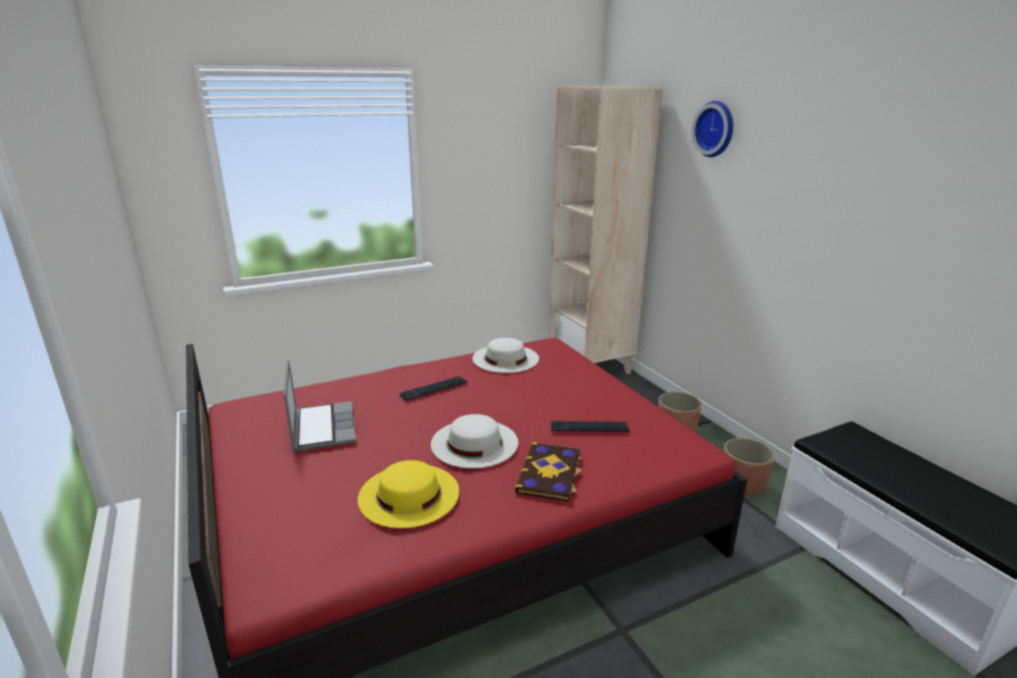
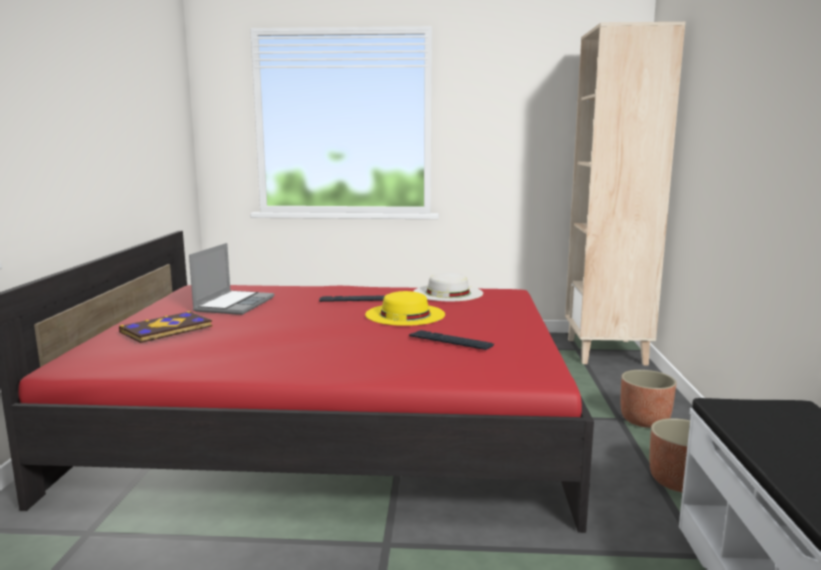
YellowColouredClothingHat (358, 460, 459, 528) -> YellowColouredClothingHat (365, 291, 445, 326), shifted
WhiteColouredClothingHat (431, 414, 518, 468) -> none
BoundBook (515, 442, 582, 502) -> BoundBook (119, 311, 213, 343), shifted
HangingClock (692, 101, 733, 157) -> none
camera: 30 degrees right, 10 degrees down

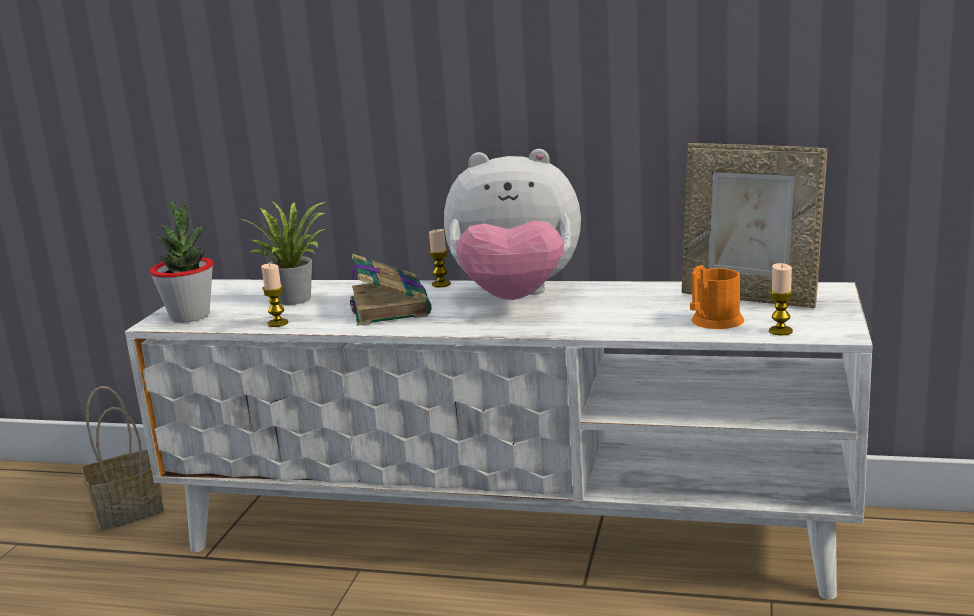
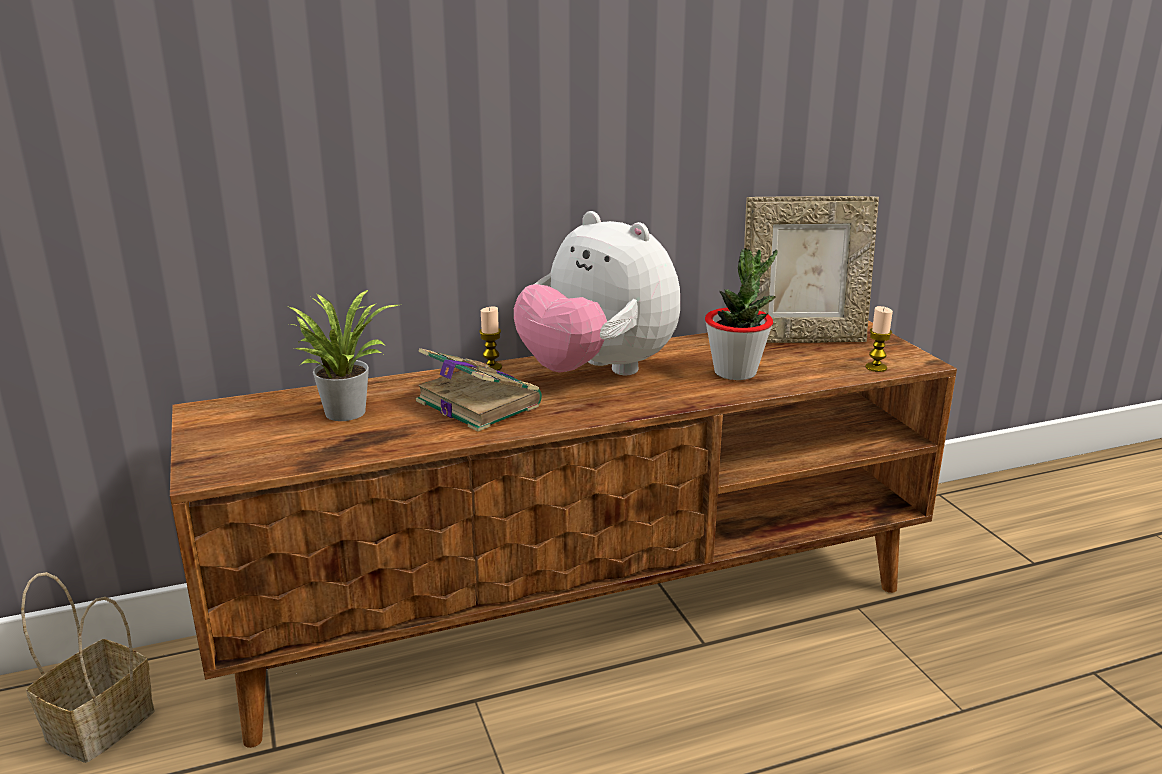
WhiteColouredTvStand (125, 279, 873, 600) -> BrownishTvStand (170, 320, 957, 748)
PlantInAPot (149, 201, 213, 323) -> PlantInAPot (705, 248, 778, 380), shifted
Candle (261, 264, 288, 327) -> none
SoftToy (444, 149, 581, 300) -> SoftToy (514, 211, 680, 375), 75 degrees clockwise
OrangeyCoffeeMug (690, 265, 745, 329) -> none
camera: 35 degrees left, 5 degrees up

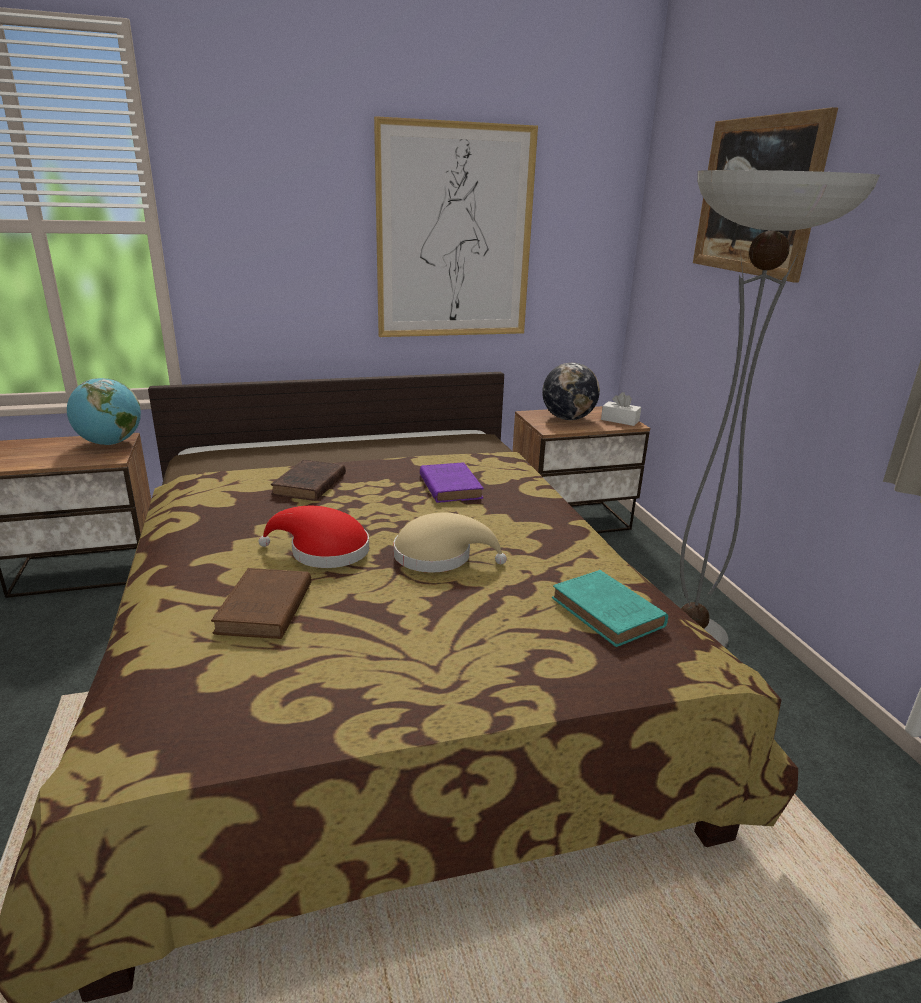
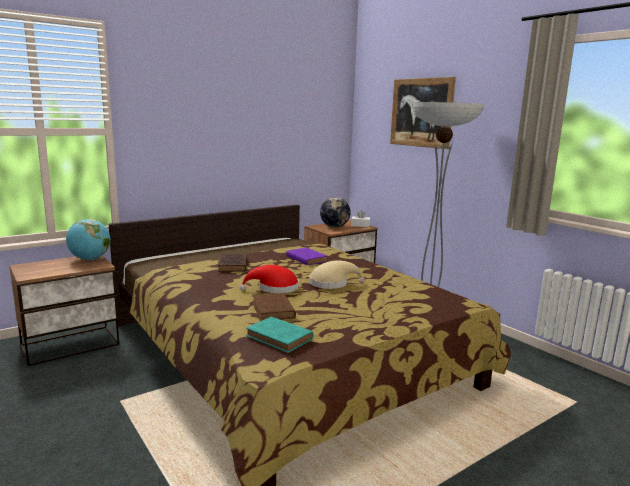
Picture (374, 116, 538, 337) -> none
TurquoiseBoundBook (552, 570, 668, 647) -> TurquoiseBoundBook (246, 316, 313, 353), shifted
camera: 20 degrees left, 10 degrees down

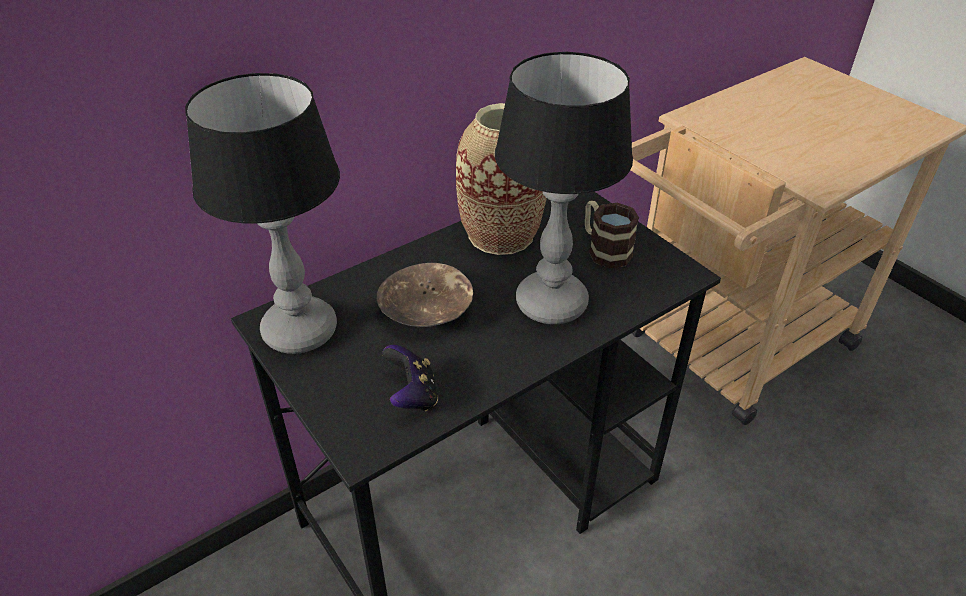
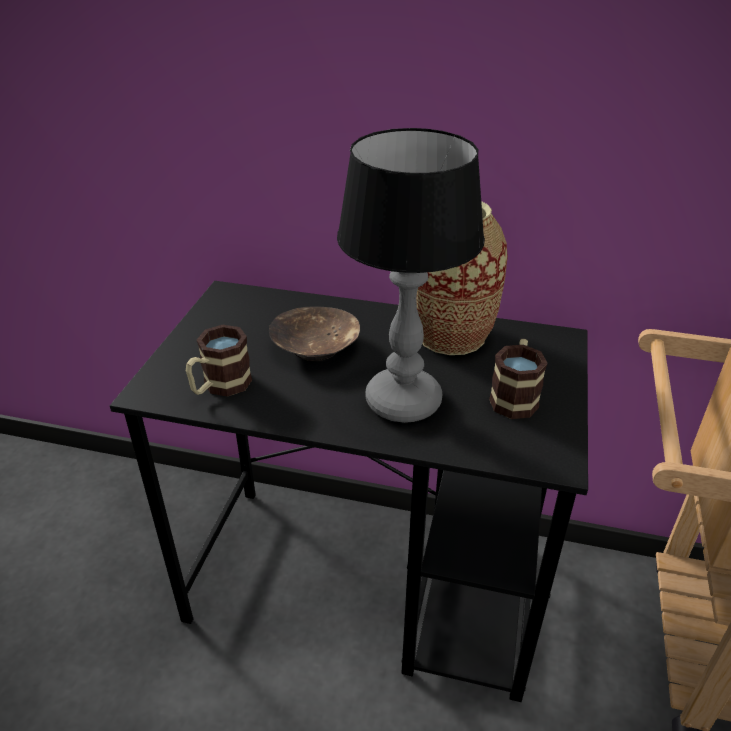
TabletopLamp (185, 73, 340, 354) -> none
Joypad (382, 345, 438, 411) -> CoffeeMug (186, 325, 252, 397)
camera: 50 degrees right, 5 degrees down

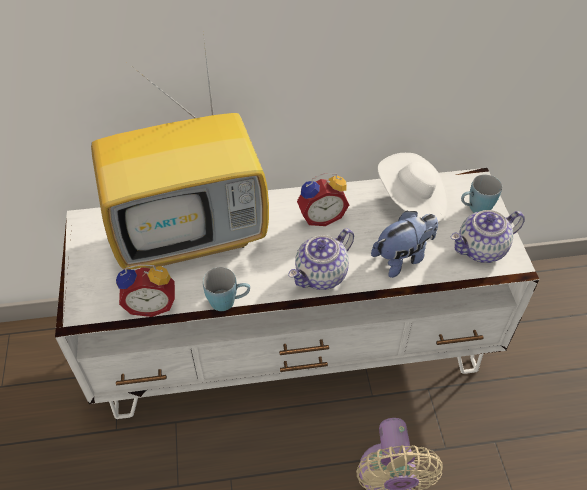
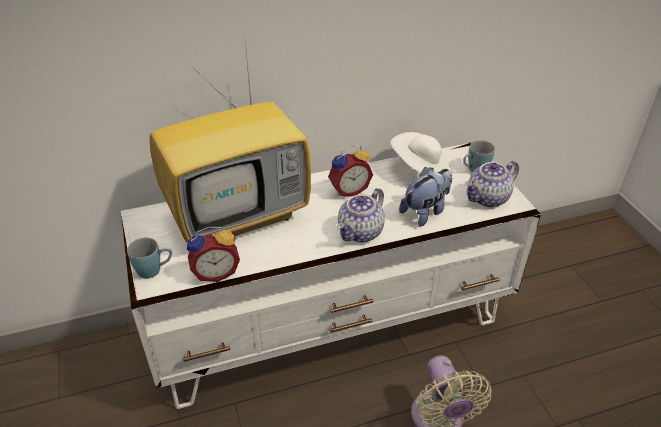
BluishCoffeeMug (203, 267, 250, 311) -> BluishCoffeeMug (127, 238, 172, 279), shifted
camera: 10 degrees left, 10 degrees down

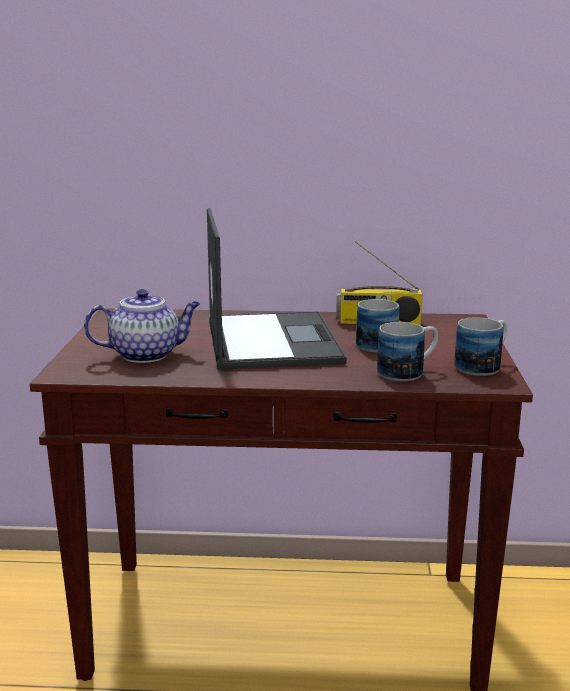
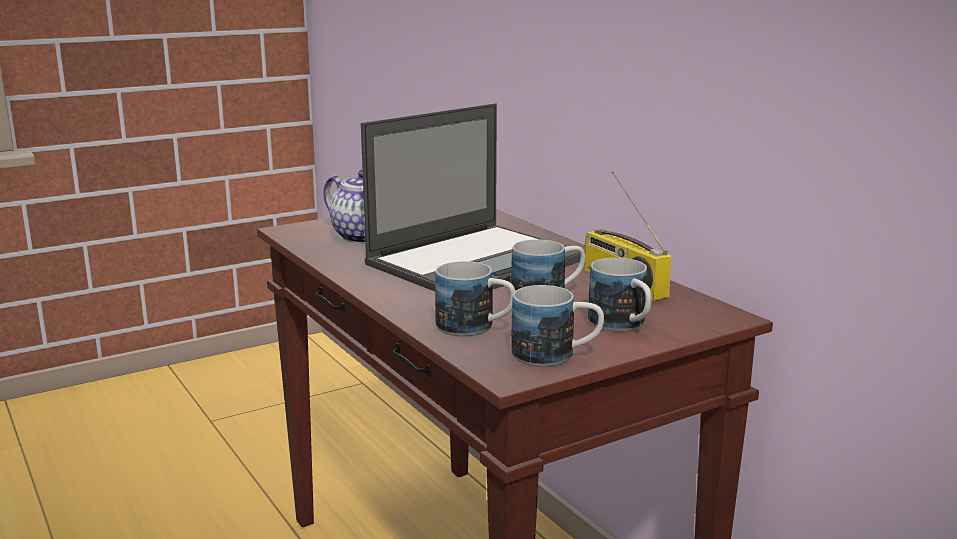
none -> CoffeeMug (588, 258, 652, 332)
camera: 55 degrees right, 0 degrees up

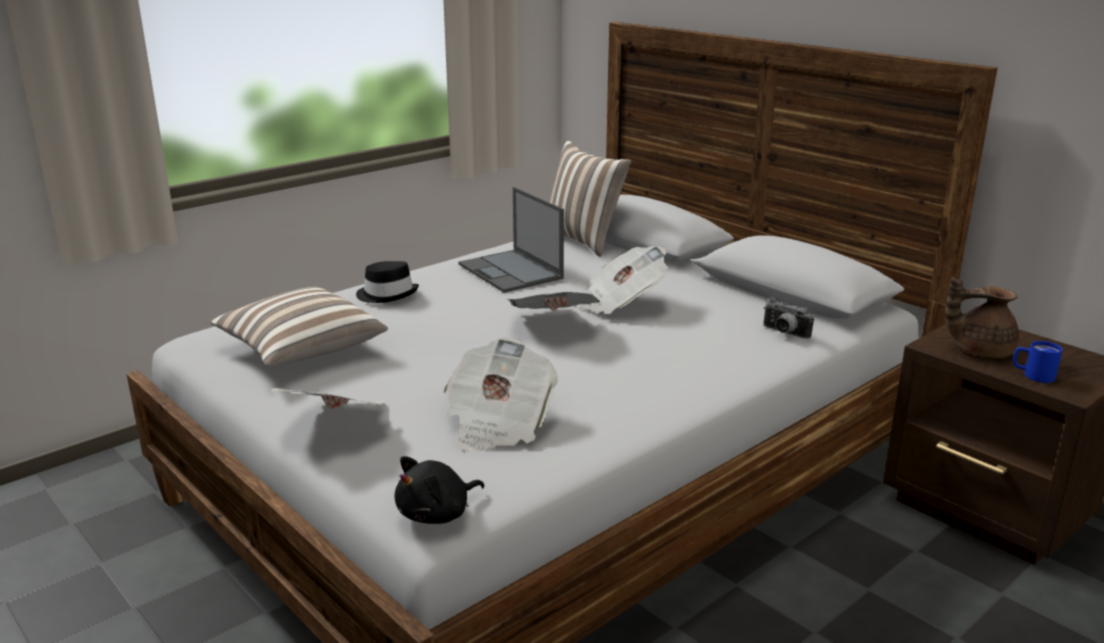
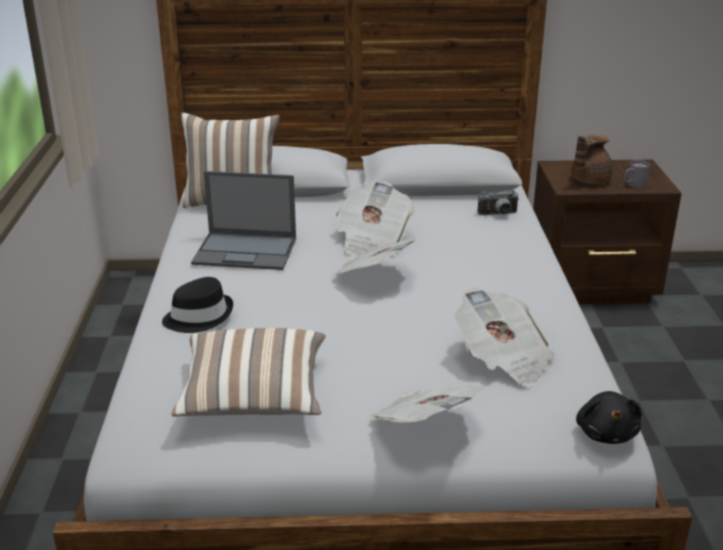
BluishCoffeeMug (1013, 341, 1063, 383) -> GreyishCoffeeMug (624, 160, 650, 188)
camera: 50 degrees left, 5 degrees up

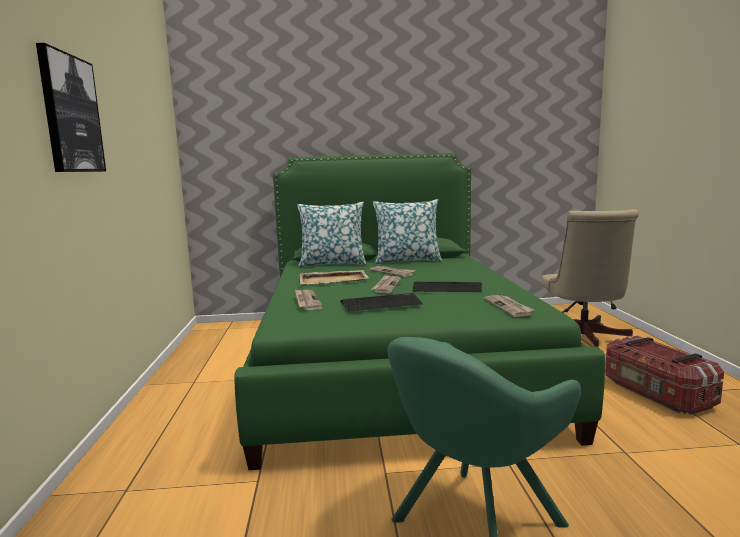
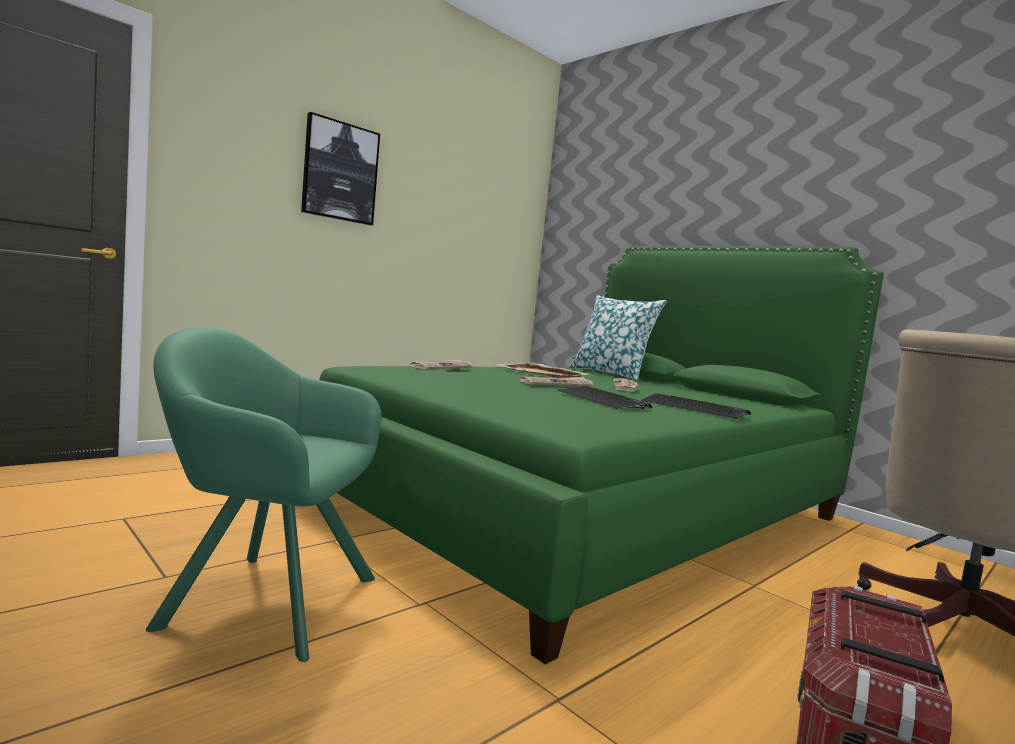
ComputerKeyboard (340, 293, 423, 311) -> ComputerKeyboard (641, 393, 751, 419), shifted
ThrowPillow (373, 199, 442, 264) -> none
Newspaper (484, 295, 535, 317) -> none
camera: 50 degrees right, 5 degrees down

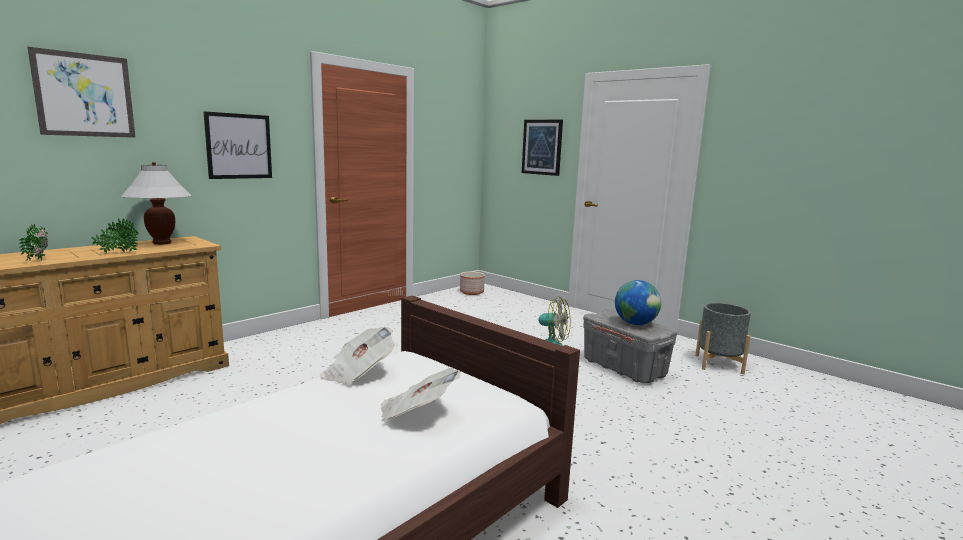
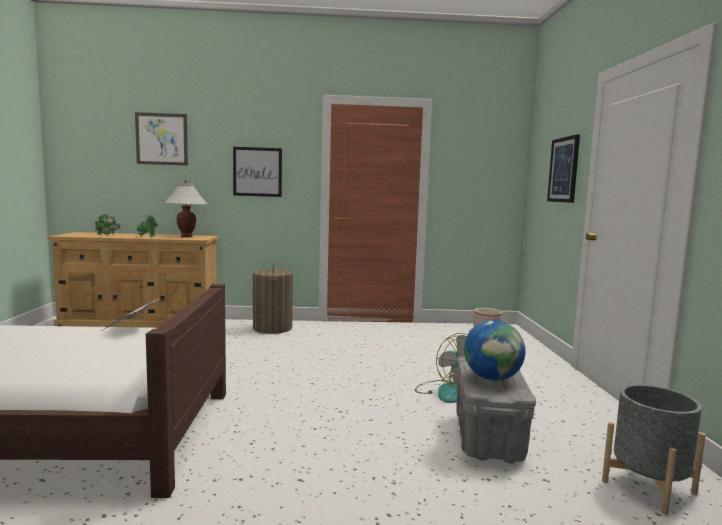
Newspaper (381, 367, 460, 421) -> none
none -> LaundryBasket (253, 263, 293, 334)
camera: 45 degrees right, 5 degrees down

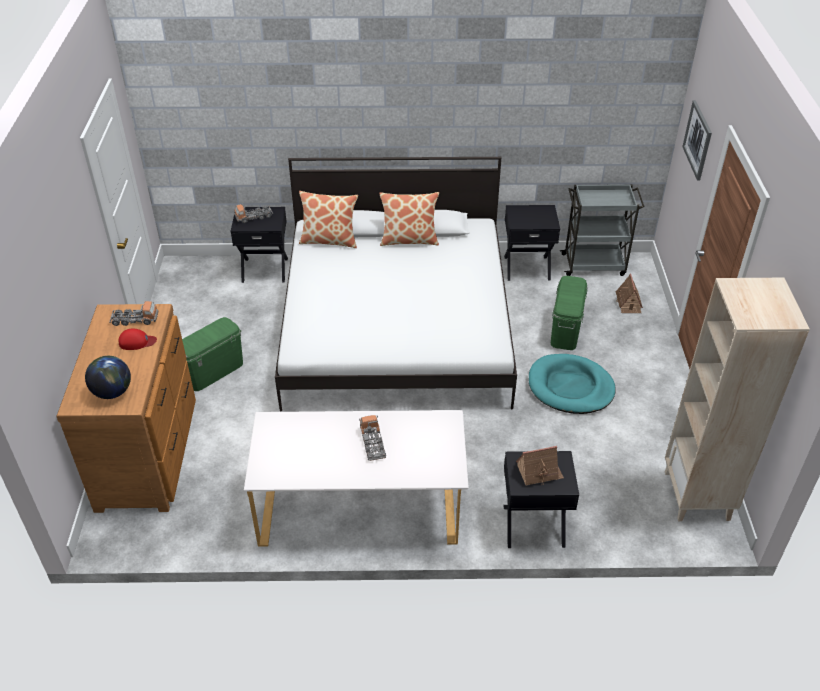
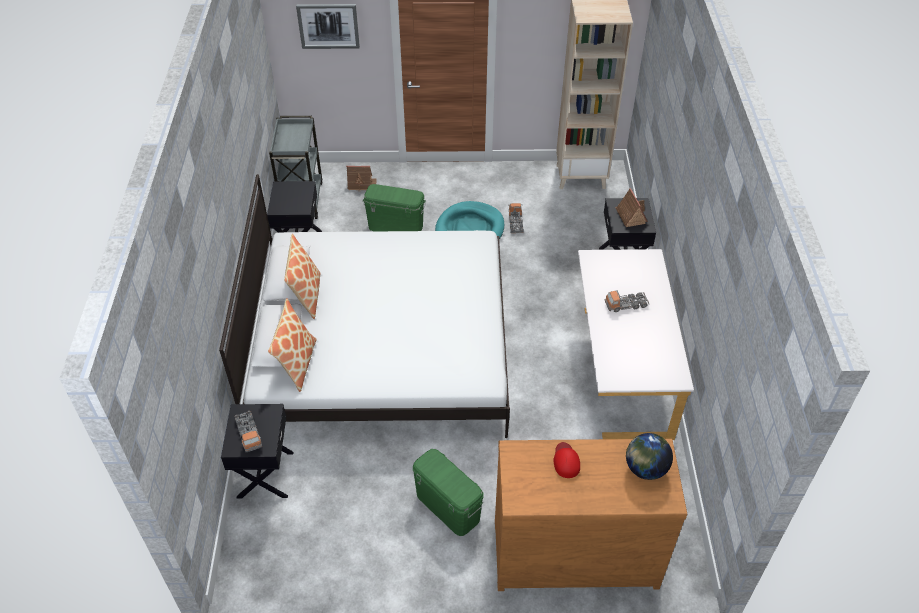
ModelTruck (109, 301, 158, 326) -> ModelTruck (509, 203, 524, 233), shifted
camera: 90 degrees left, 5 degrees up

